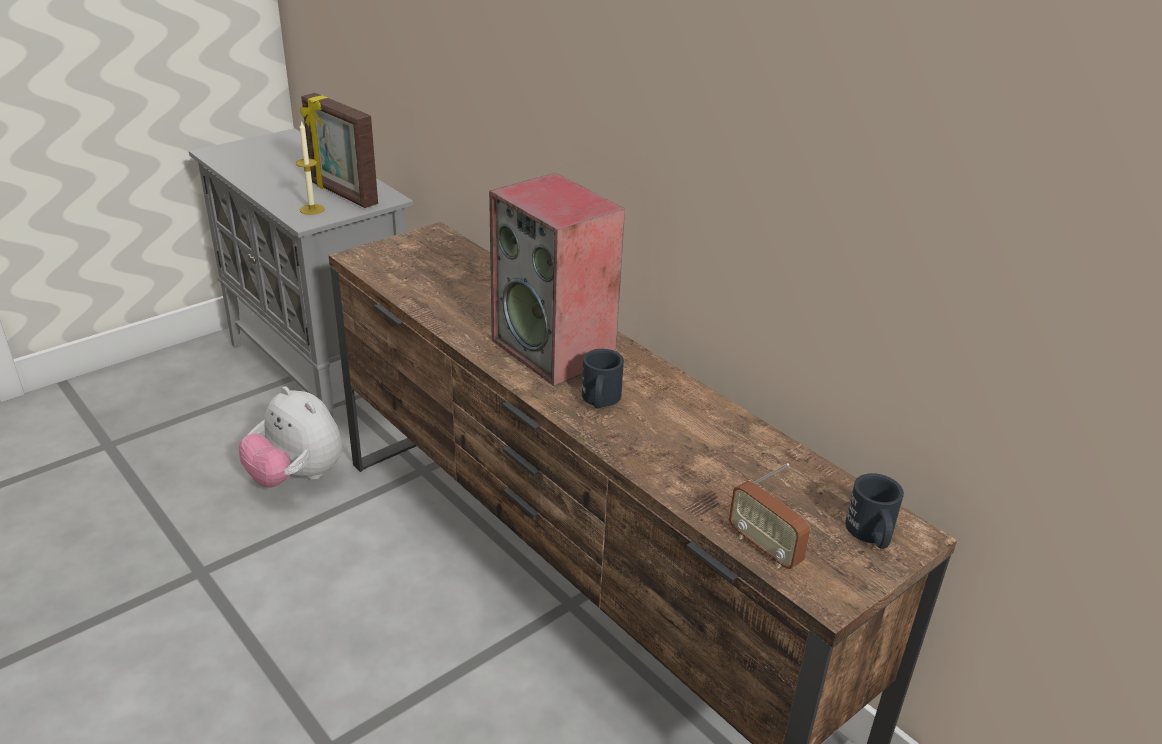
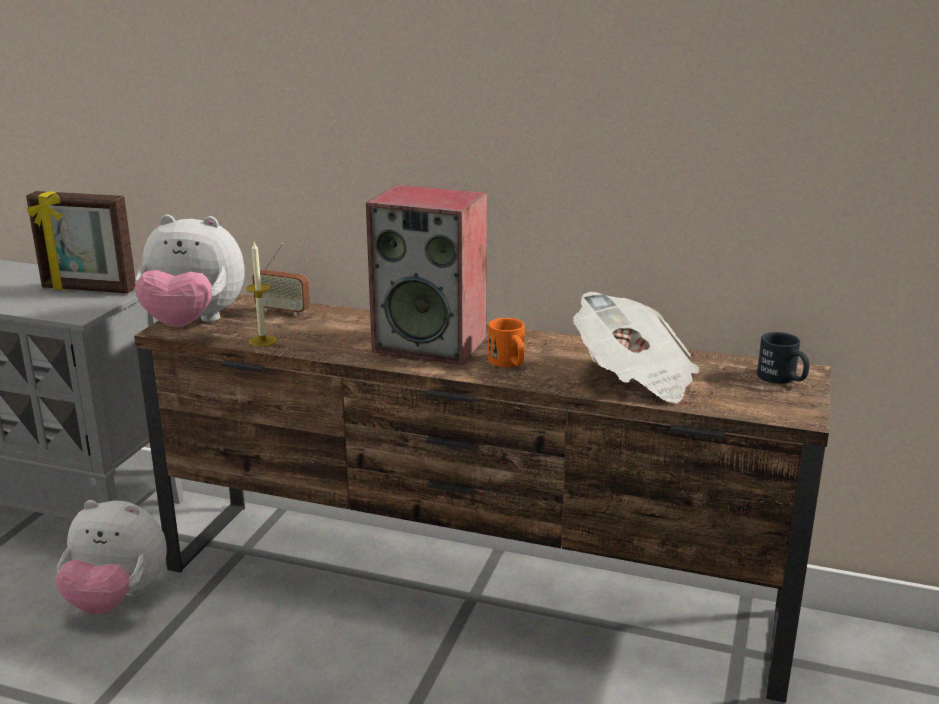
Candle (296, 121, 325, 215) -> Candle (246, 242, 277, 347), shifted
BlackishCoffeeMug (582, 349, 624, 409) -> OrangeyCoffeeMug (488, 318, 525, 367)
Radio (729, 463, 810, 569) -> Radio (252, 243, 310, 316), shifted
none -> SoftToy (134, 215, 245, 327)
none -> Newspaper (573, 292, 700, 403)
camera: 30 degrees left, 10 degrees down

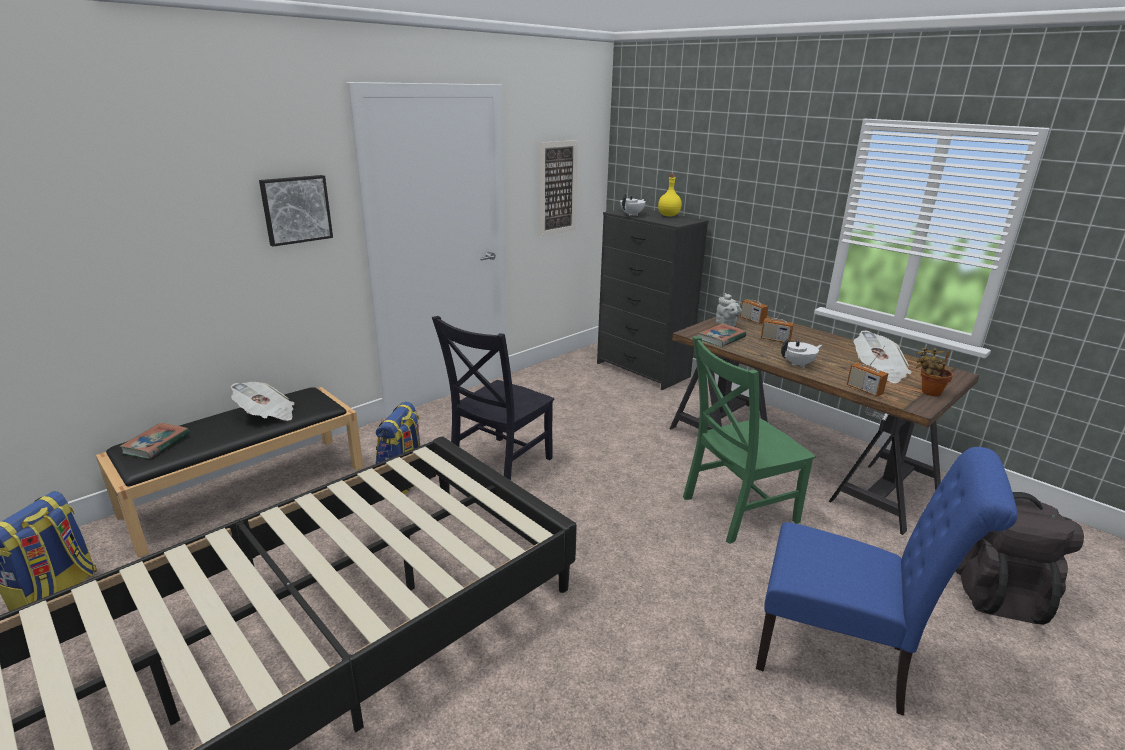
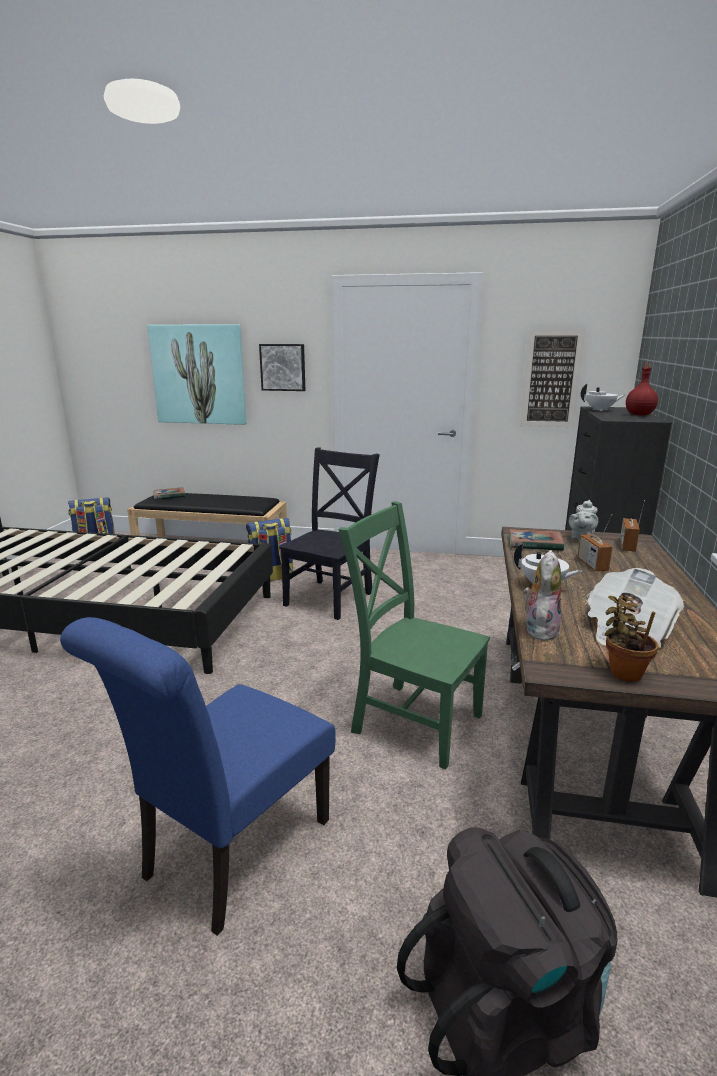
Newspaper (231, 382, 295, 421) -> none
BlackishUprightChair (432, 316, 554, 480) -> BlackishUprightChair (279, 447, 380, 620), 120 degrees clockwise
YellowColouredBottle (658, 174, 682, 216) -> RedBottle (626, 363, 658, 415)
BluishUprightChair (756, 447, 1018, 716) -> BluishUprightChair (60, 617, 336, 936), 45 degrees clockwise
Radio (847, 346, 888, 396) -> SoftToy (524, 550, 561, 641)
none -> Picture (147, 324, 247, 425)
camera: 55 degrees right, 5 degrees down

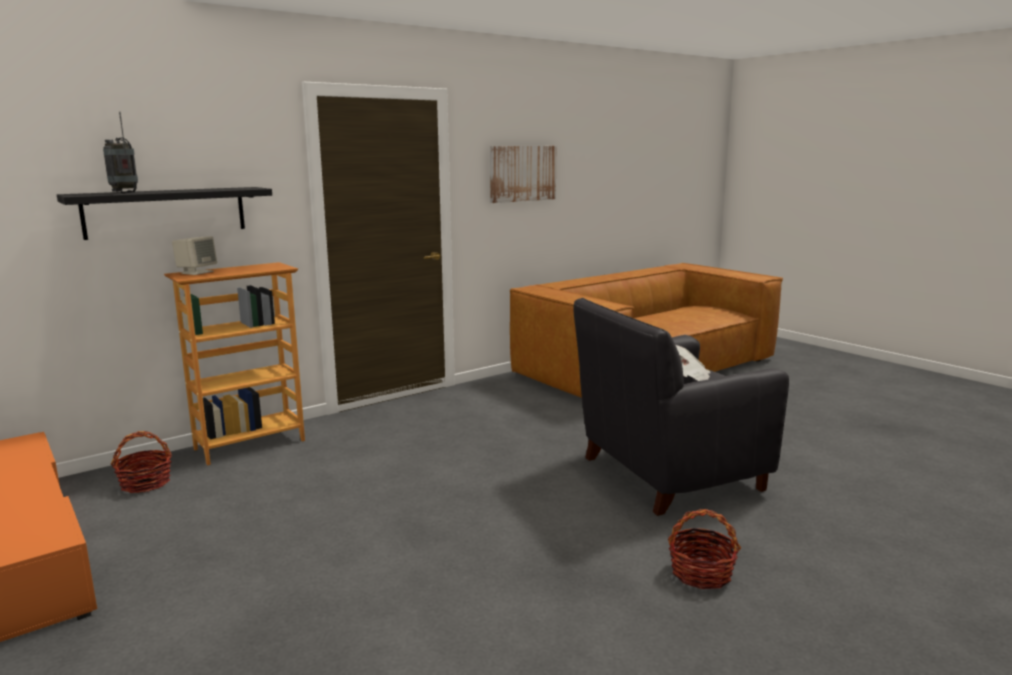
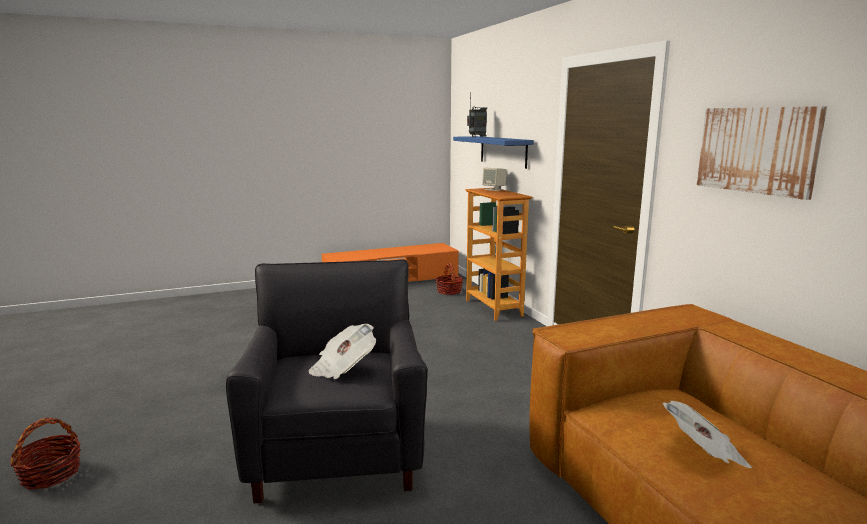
BlackishBracketShelf (57, 187, 272, 240) -> BluishBracketShelf (453, 136, 534, 169)
Basket (668, 509, 741, 589) -> Basket (10, 418, 81, 490), shifted
none -> Newspaper (663, 401, 752, 468)
camera: 105 degrees right, 0 degrees up

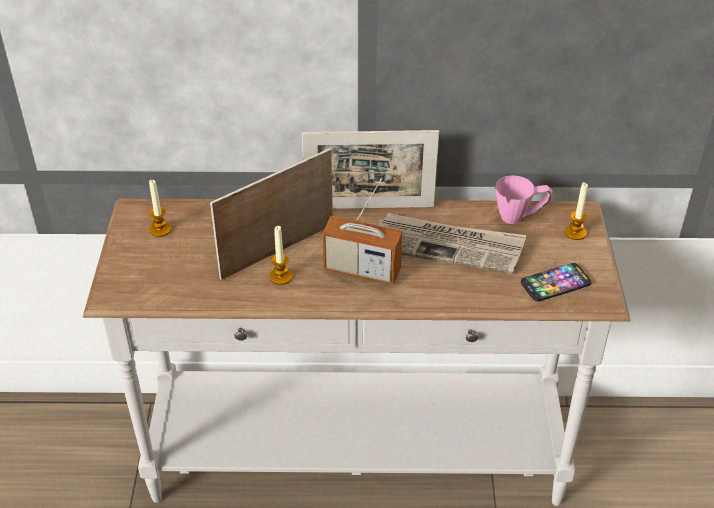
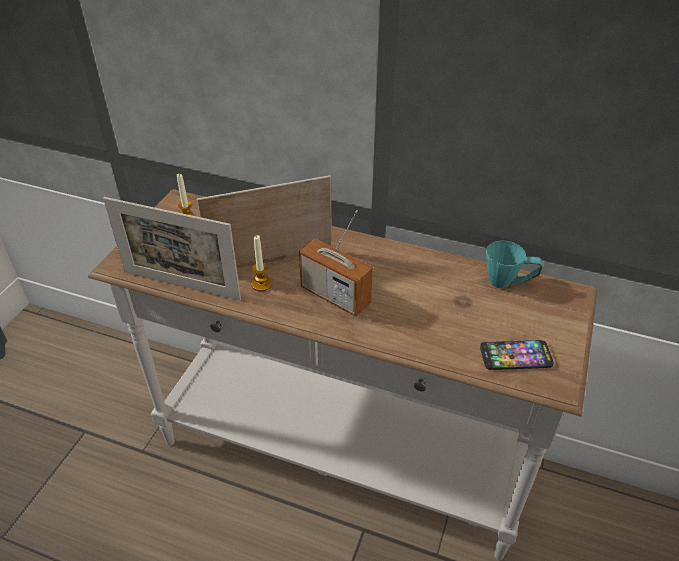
StandingFrame (302, 130, 439, 209) -> StandingFrame (103, 197, 241, 300), shifted
Newspaper (378, 213, 526, 274) -> none
PinkCoffeeMug (495, 176, 553, 224) -> TurquoiseCoffeeMug (486, 241, 545, 288)
Candle (565, 183, 588, 240) -> none
camera: 20 degrees right, 0 degrees up

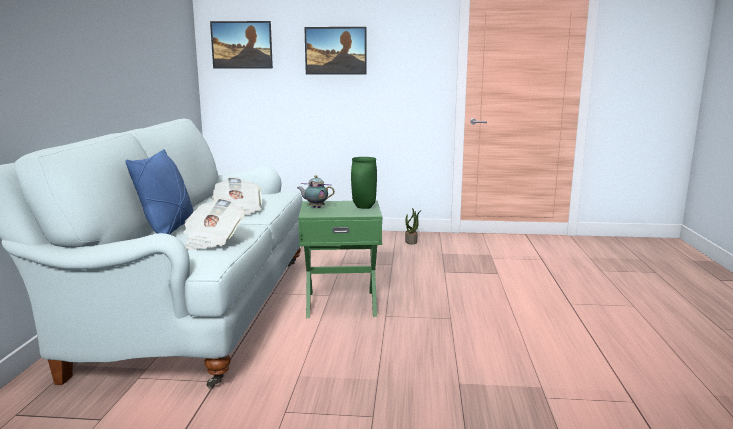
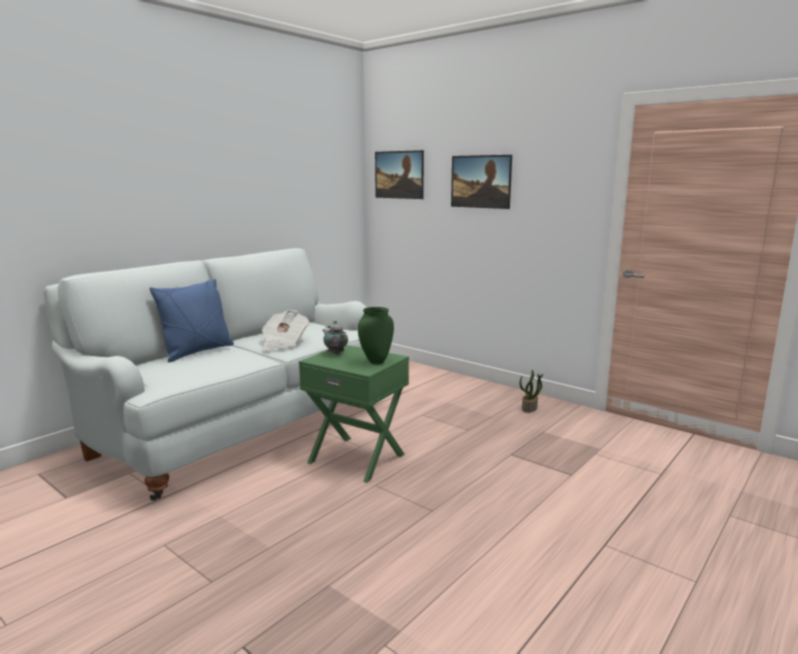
Newspaper (183, 198, 245, 250) -> none
camera: 35 degrees right, 0 degrees up

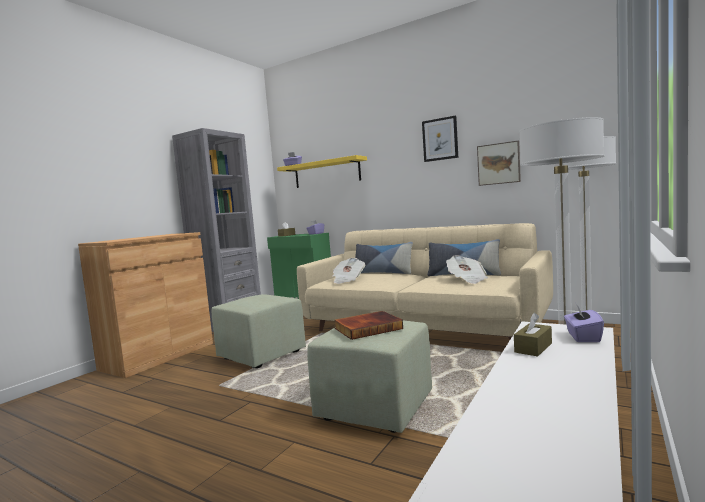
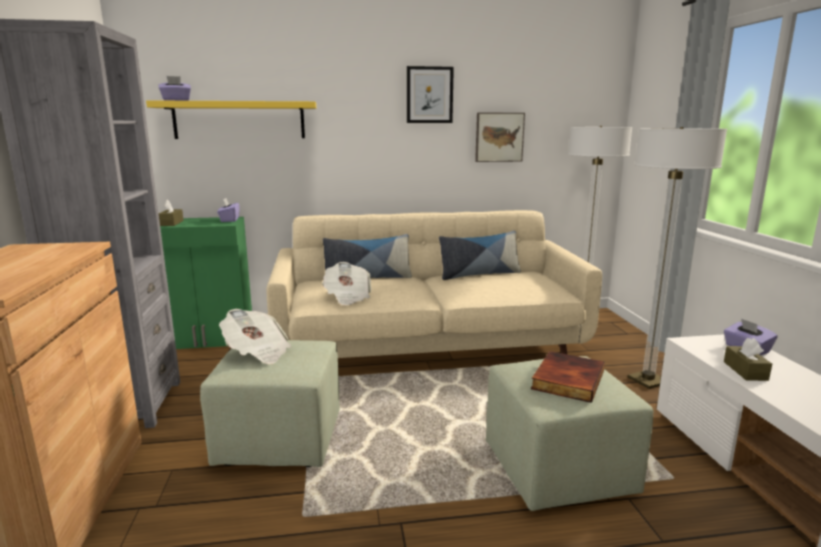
Newspaper (446, 255, 488, 284) -> Newspaper (219, 309, 292, 364), shifted
camera: 40 degrees left, 10 degrees up

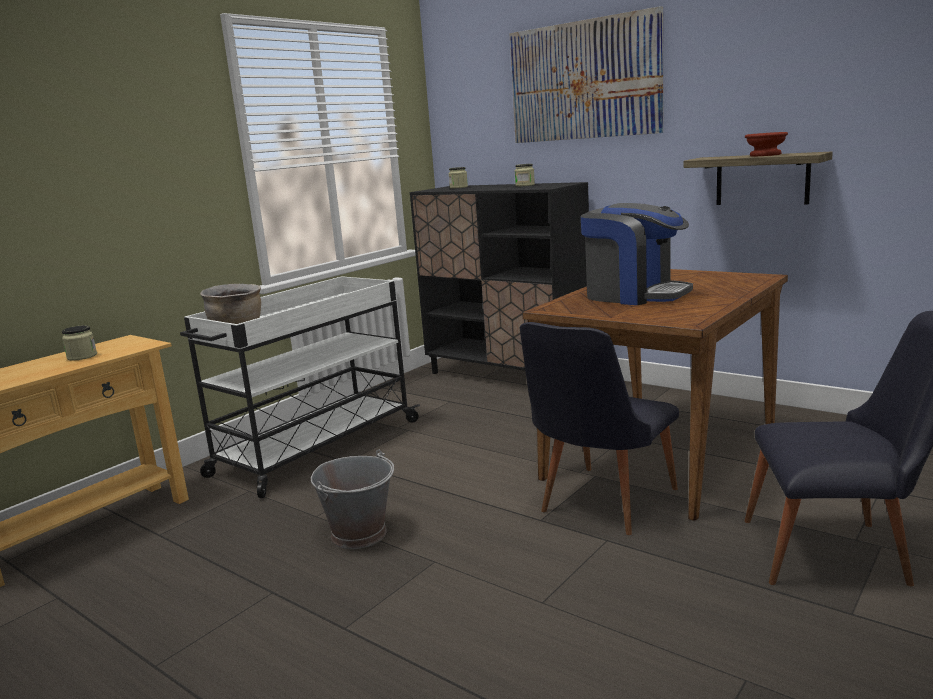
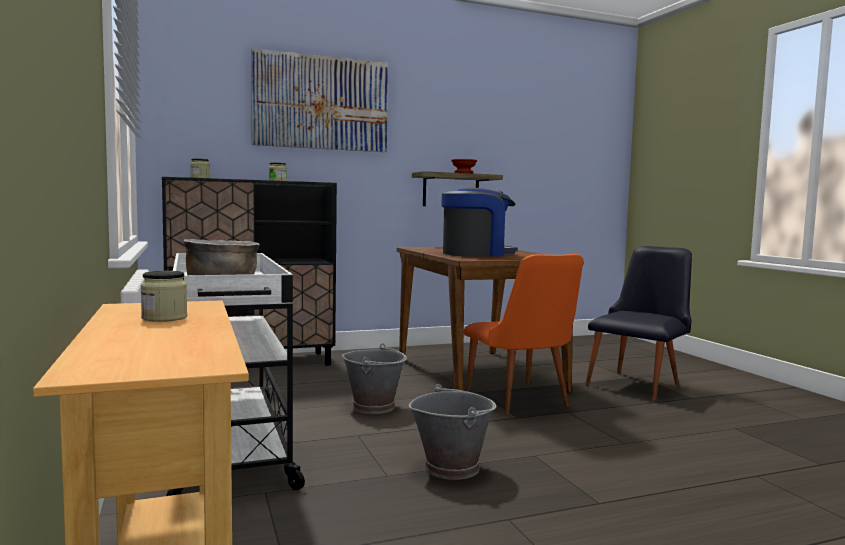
BlackishUprightChair (520, 322, 679, 535) -> OrangeyUprightChair (464, 254, 584, 414)
none -> GreyishWaterBucket (342, 344, 407, 414)
camera: 60 degrees left, 10 degrees down

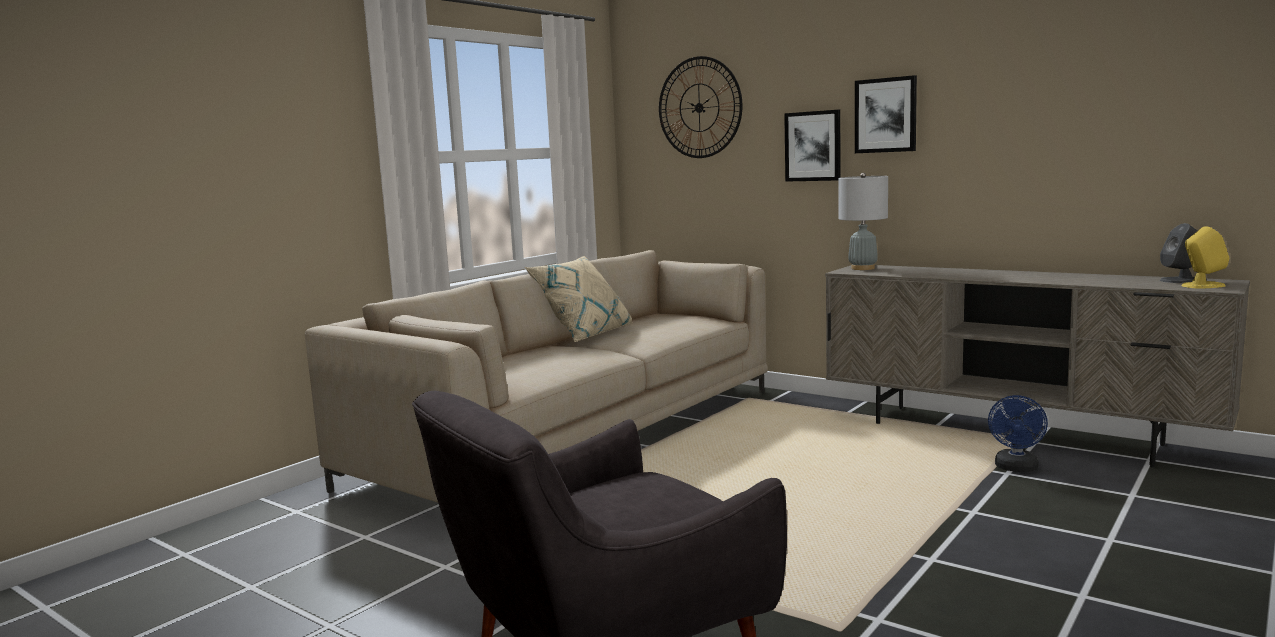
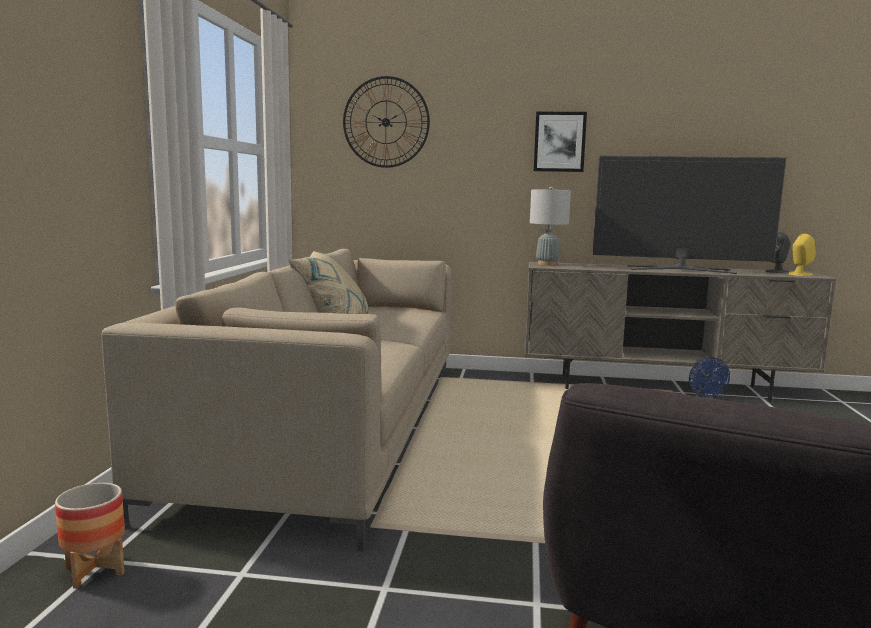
Picture (784, 110, 840, 182) -> none
none -> FlowerPot (55, 483, 125, 589)
none -> TvSet (593, 155, 786, 274)
camera: 30 degrees left, 0 degrees up

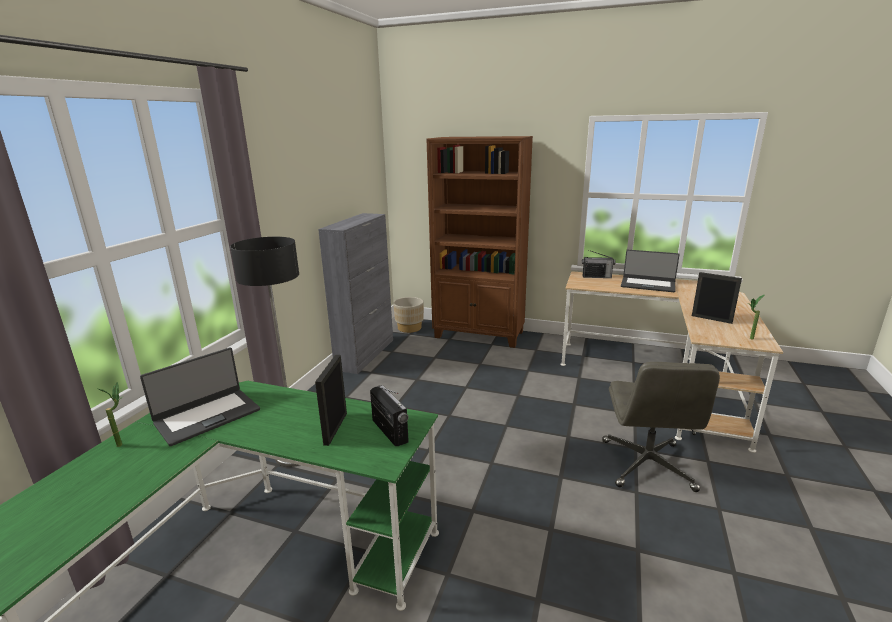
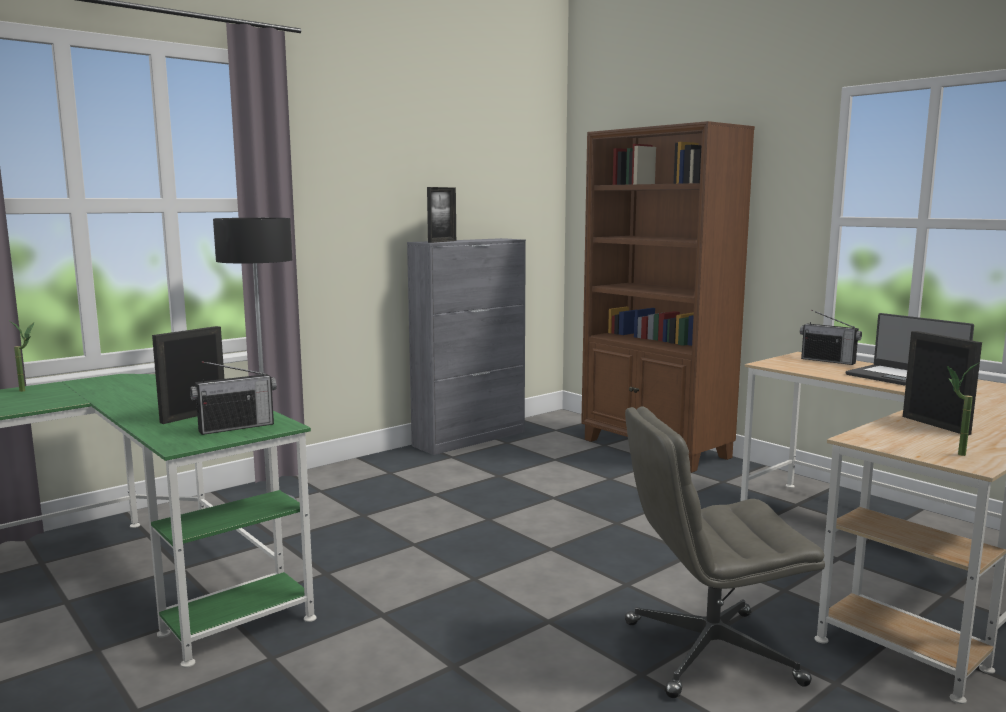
NotebookComputer (140, 347, 260, 446) -> none
Radio (370, 385, 409, 446) -> Radio (190, 361, 277, 435), 60 degrees clockwise
SandColouredFlowerPot (393, 297, 424, 333) -> none
GreyishOfficeChair (602, 362, 720, 492) -> GreyishOfficeChair (625, 406, 825, 698), 45 degrees clockwise
none -> StandingFrame (427, 187, 456, 243)
camera: 30 degrees right, 10 degrees down

